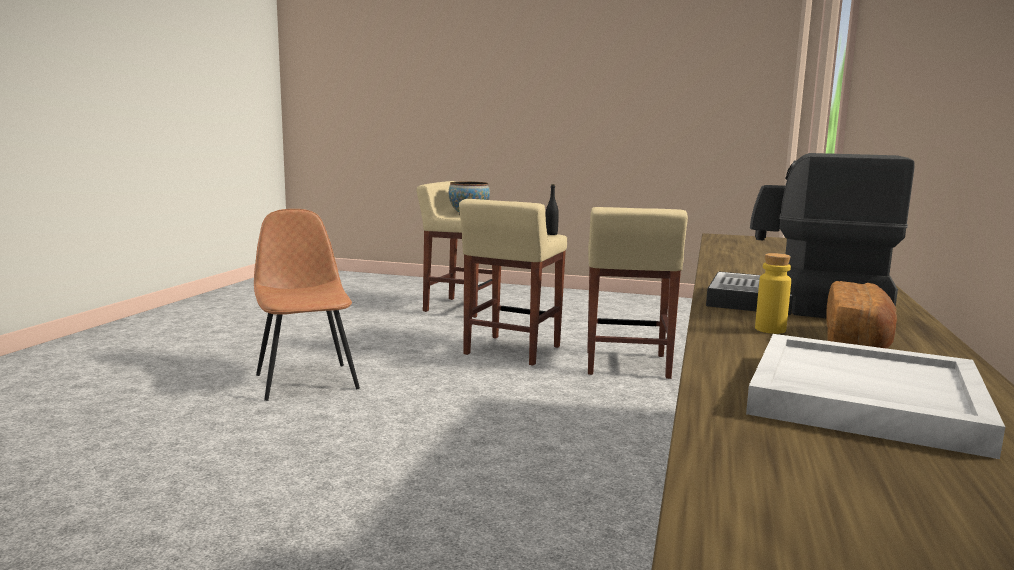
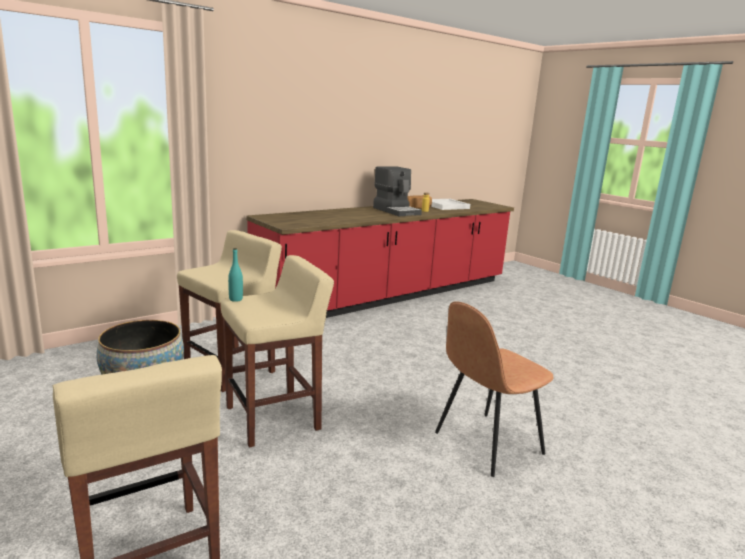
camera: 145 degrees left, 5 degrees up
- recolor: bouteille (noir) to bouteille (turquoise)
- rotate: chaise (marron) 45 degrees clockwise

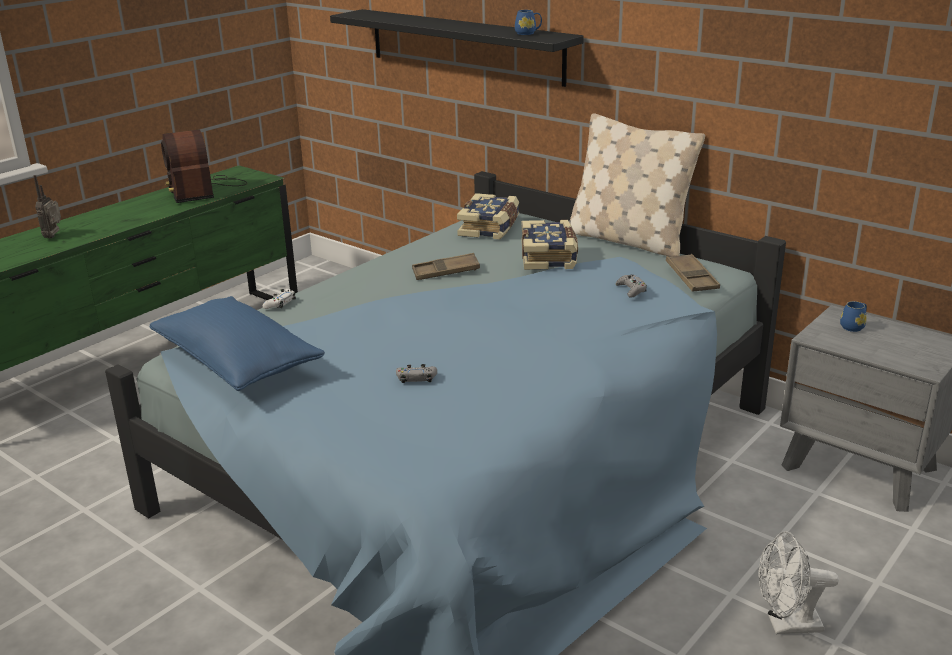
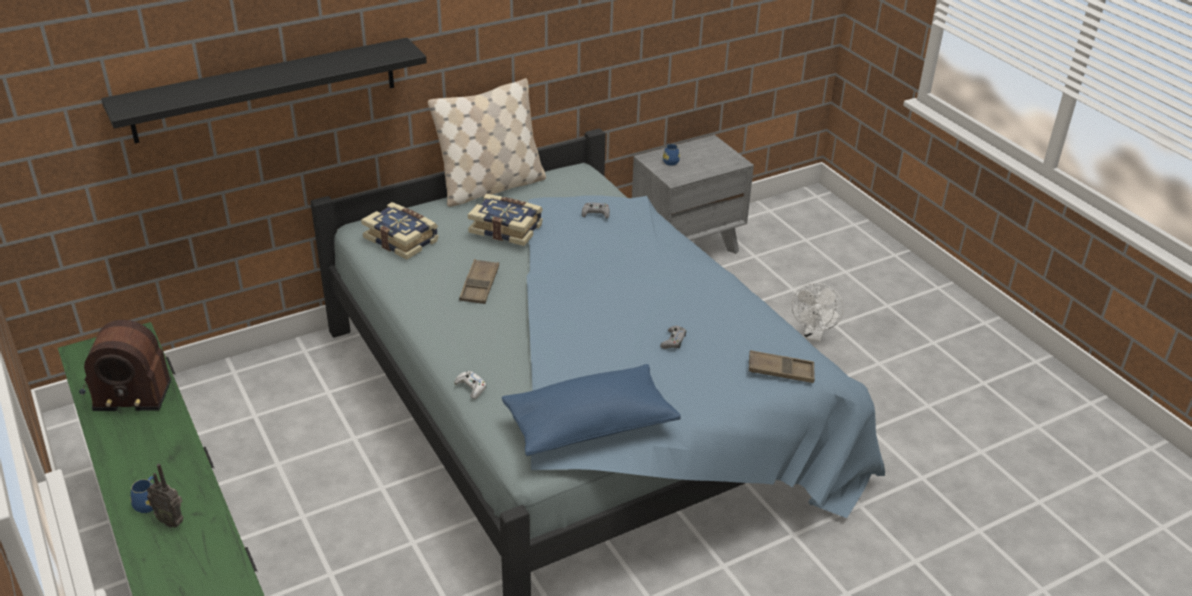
camera: 70 degrees left, 10 degrees up
- move: mug (bleu) (1st from left)
- move: plateau (marron) (2nd from left)

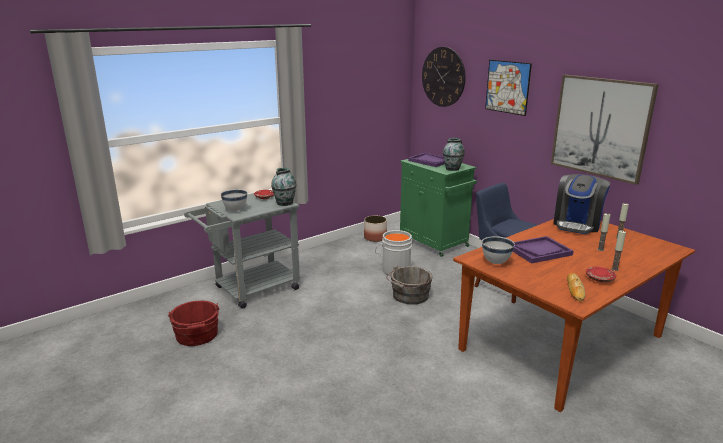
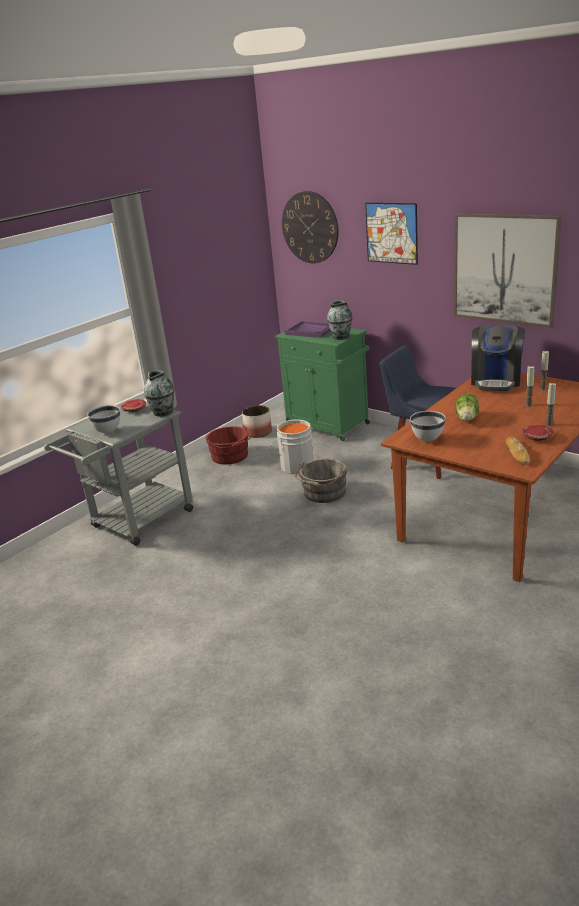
camera: 10 degrees left, 5 degrees up
- replace: plateau (violet) (2nd from left) to laitue
- move: seau (rouge)

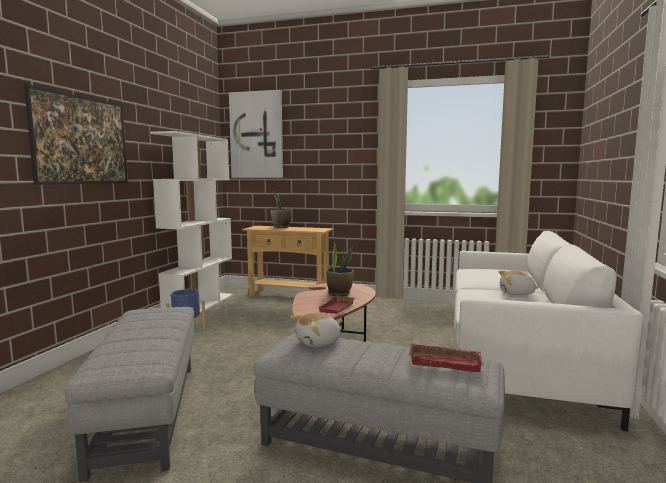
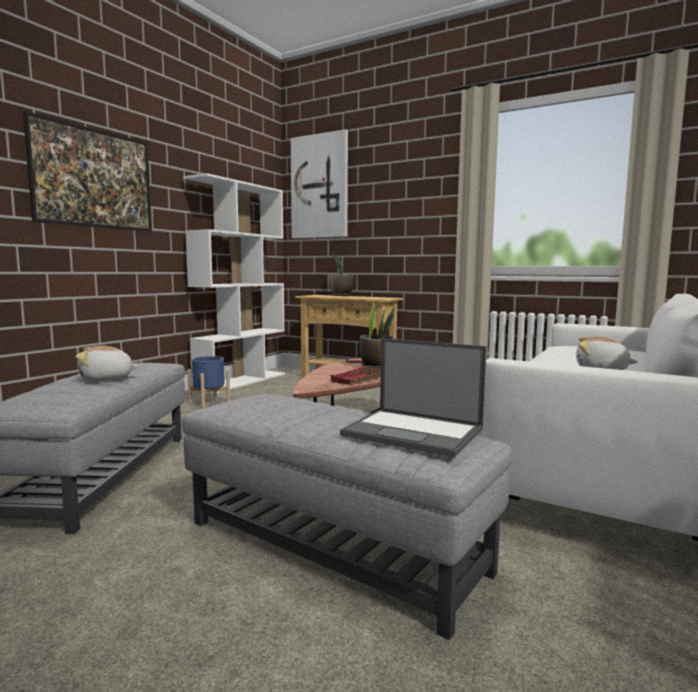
camera: 15 degrees right, 0 degrees up
- move: peluche (1st from left)
- replace: plateau (rouge) (2nd from left) to ordinateur portable

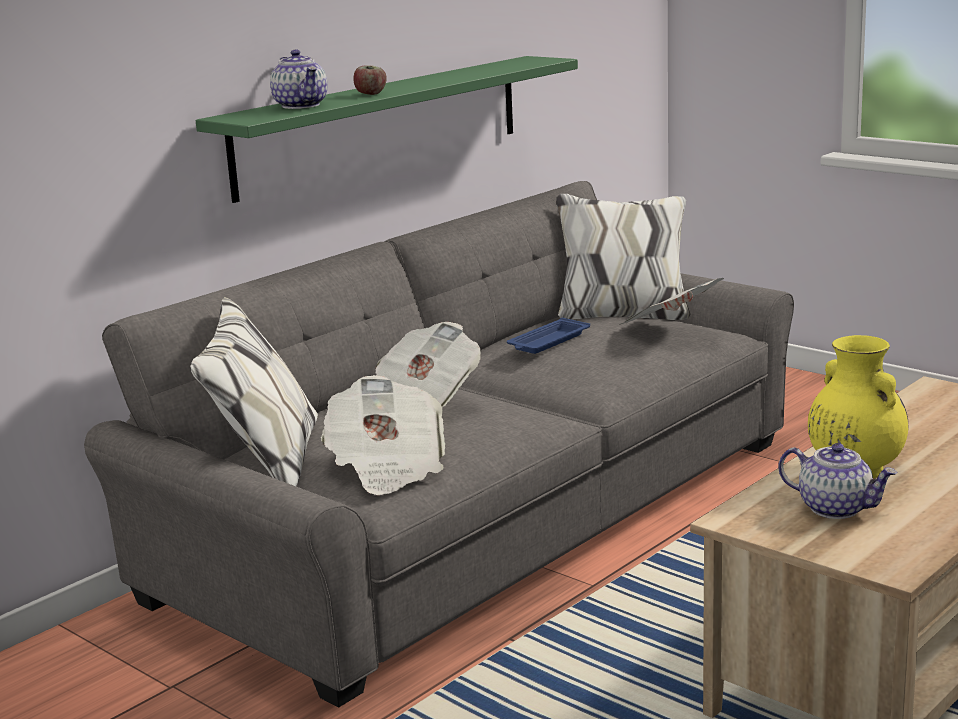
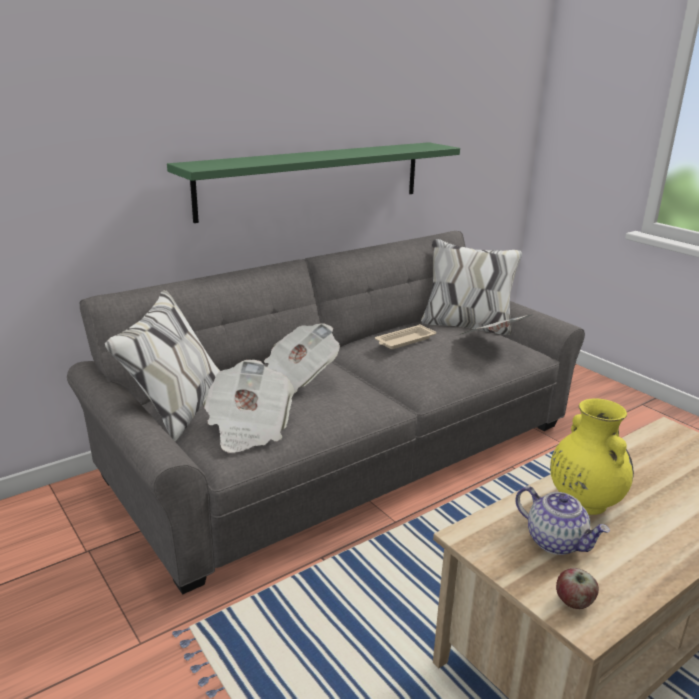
camera: 10 degrees right, 5 degrees up
- delete: théière (1st from left)
- move: pomme
- recolor: plateau (bleu) to plateau (beige)

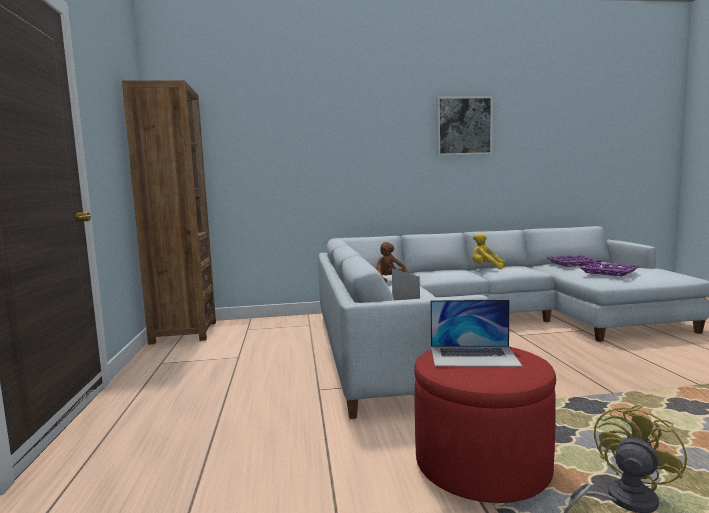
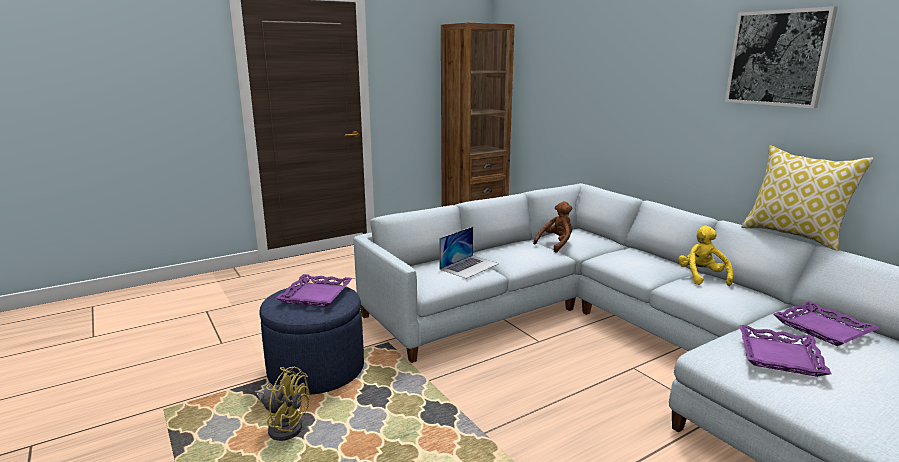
camera: 65 degrees right, 10 degrees up
- replace: ordinateur portable (2nd from left) to plateau (violet) (1st from left)
- recolor: pouf (rouge) to pouf (bleu)
- insert: coussin

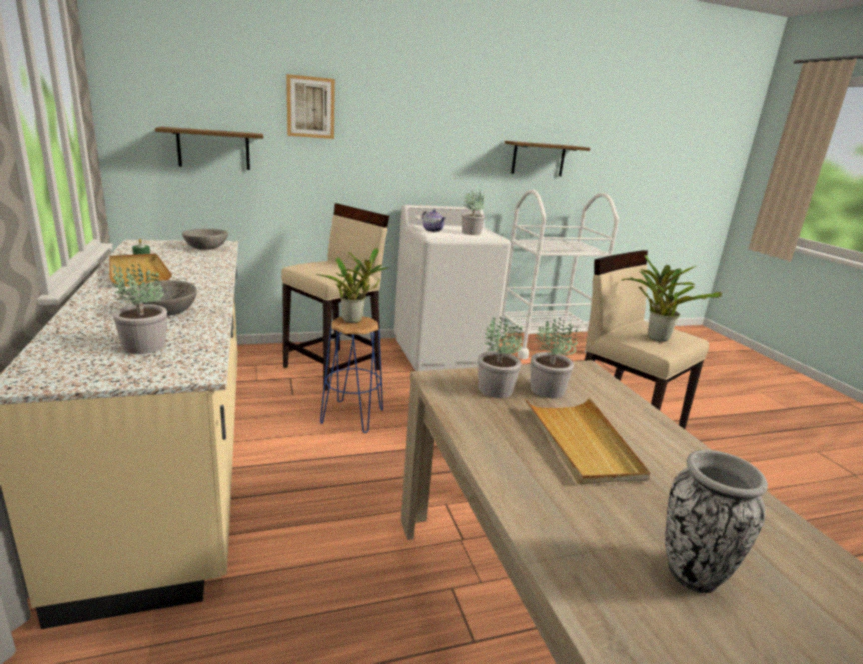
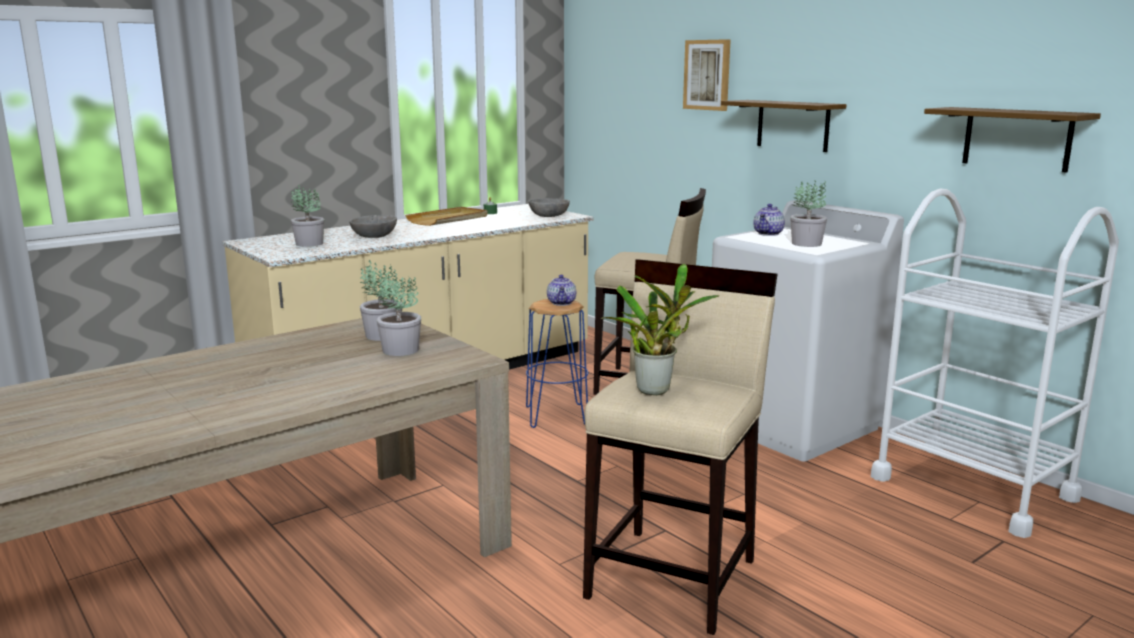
camera: 70 degrees right, 5 degrees down
- move: étagère (1st from left)
- replace: plante en pot (2nd from left) to théière (1st from left)
- delete: plateau (beige) (2nd from left)
- delete: vase

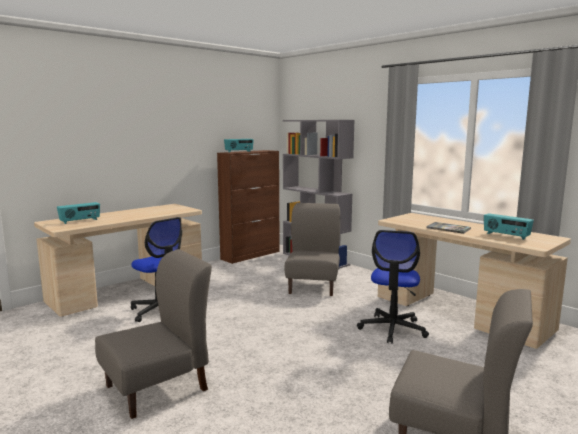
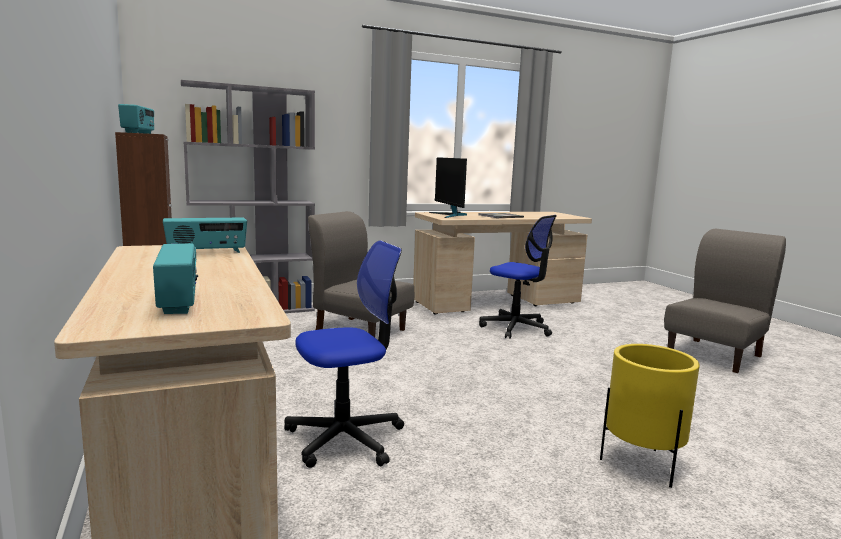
camera: 70 degrees left, 0 degrees up
- move: radio (3rd from left)
- replace: chaise (gris) (1st from left) to cache-pot (jaune)
- insert: écran d'ordinateur

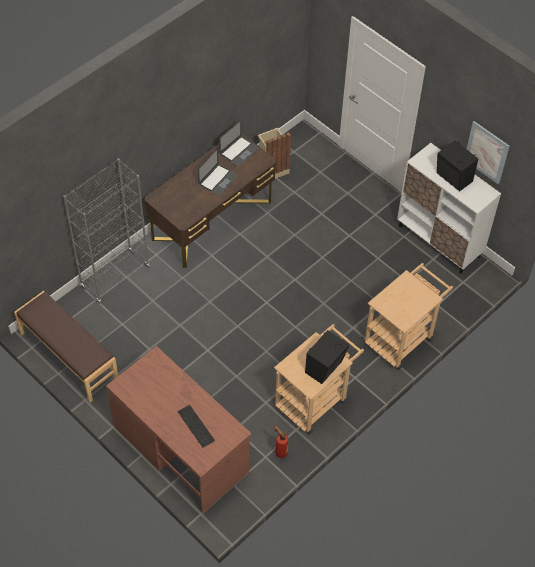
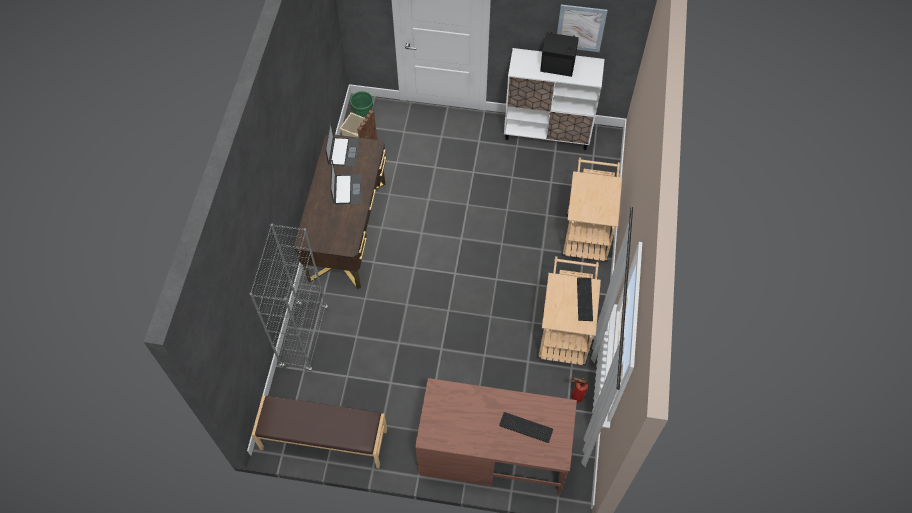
camera: 35 degrees left, 5 degrees up
- replace: enceinte (noir) (1st from left) to clavier (2nd from left)
- insert: cache-pot (vert)

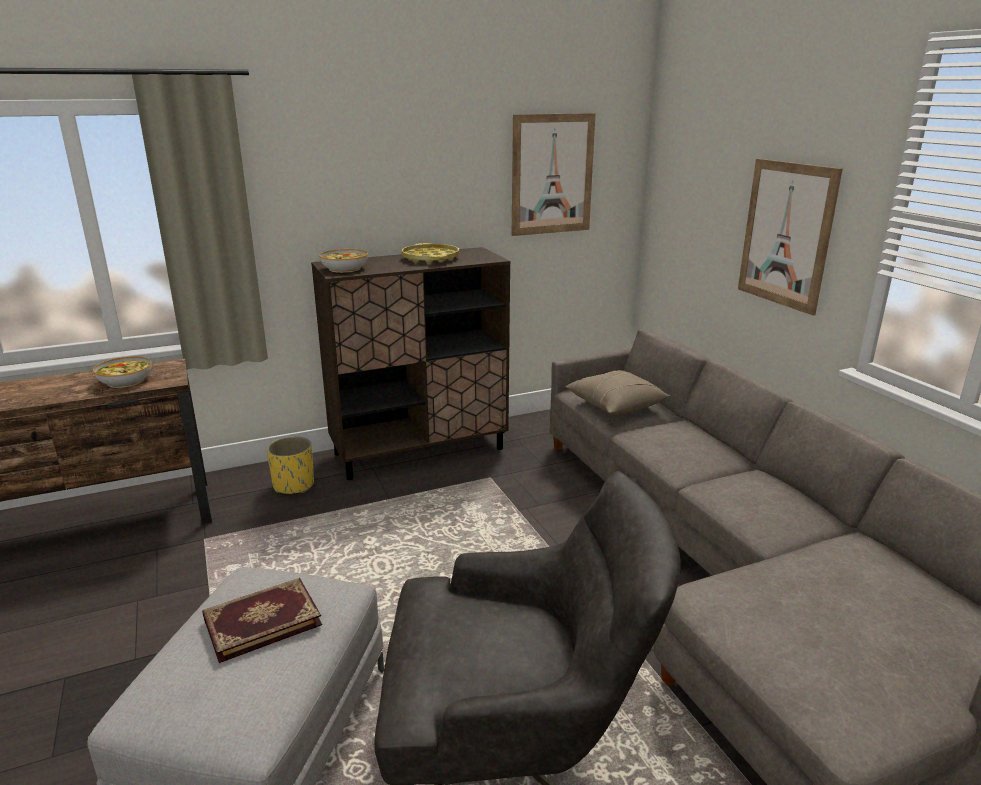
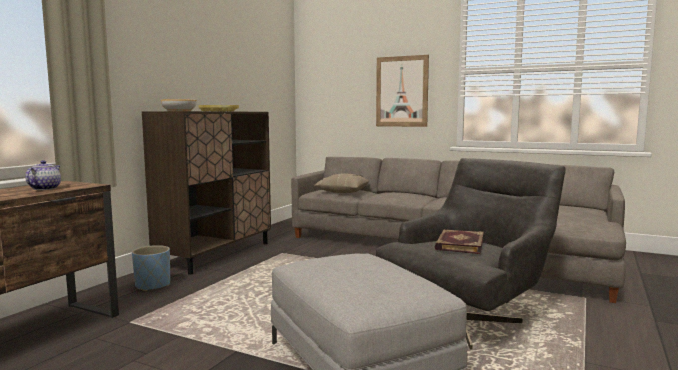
camera: 40 degrees left, 15 degrees down
- delete: tableau (1st from left)
- replace: bol (1st from left) to théière
- recolor: cache-pot (jaune) to cache-pot (bleu)
- move: livre

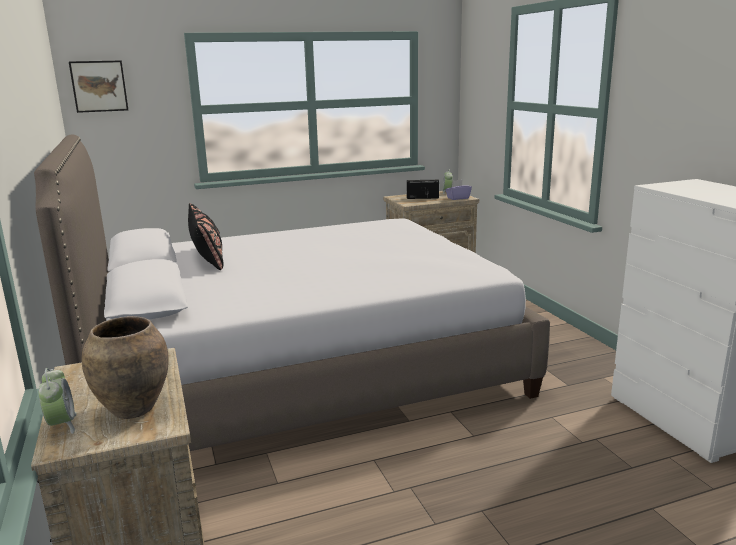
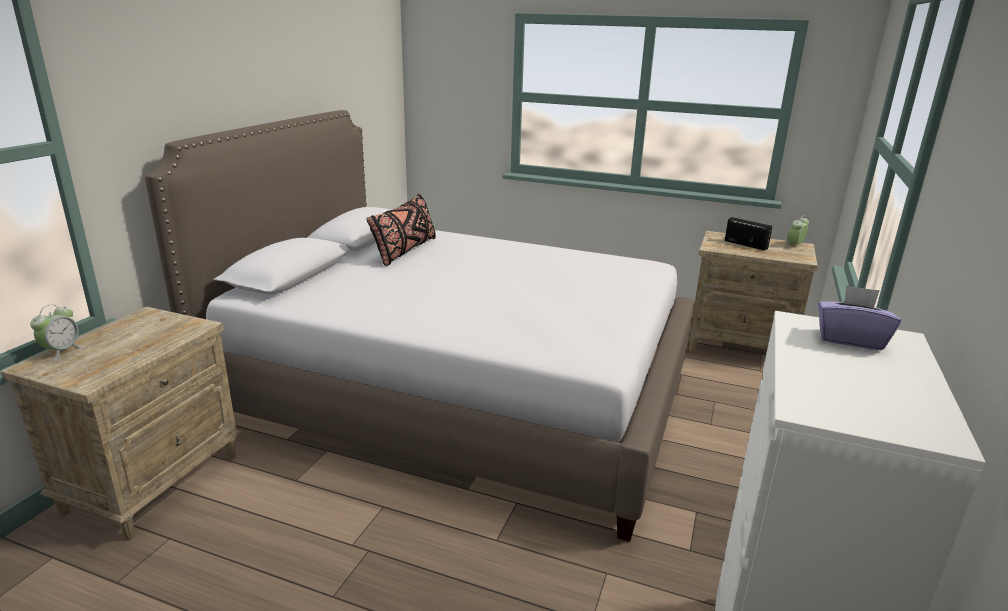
camera: 40 degrees right, 5 degrees up
- delete: tableau
- move: boîte à mouchoirs (violet)
- delete: vase (marron)

